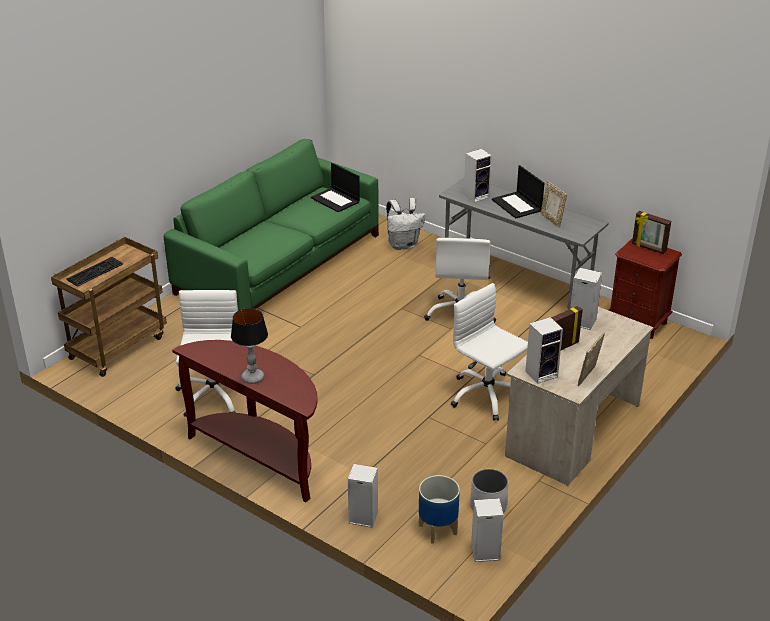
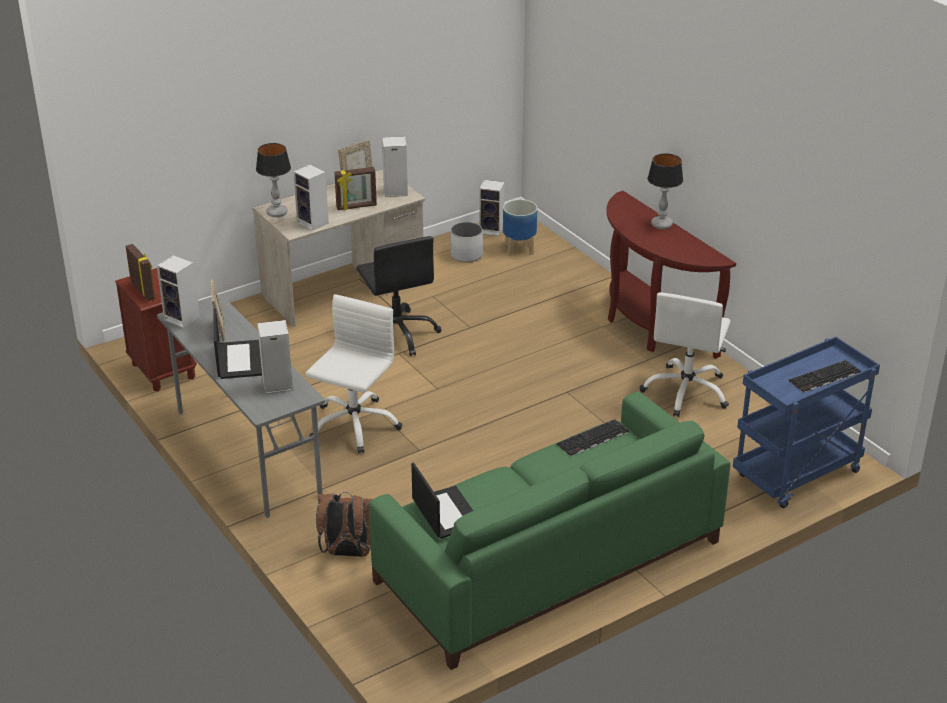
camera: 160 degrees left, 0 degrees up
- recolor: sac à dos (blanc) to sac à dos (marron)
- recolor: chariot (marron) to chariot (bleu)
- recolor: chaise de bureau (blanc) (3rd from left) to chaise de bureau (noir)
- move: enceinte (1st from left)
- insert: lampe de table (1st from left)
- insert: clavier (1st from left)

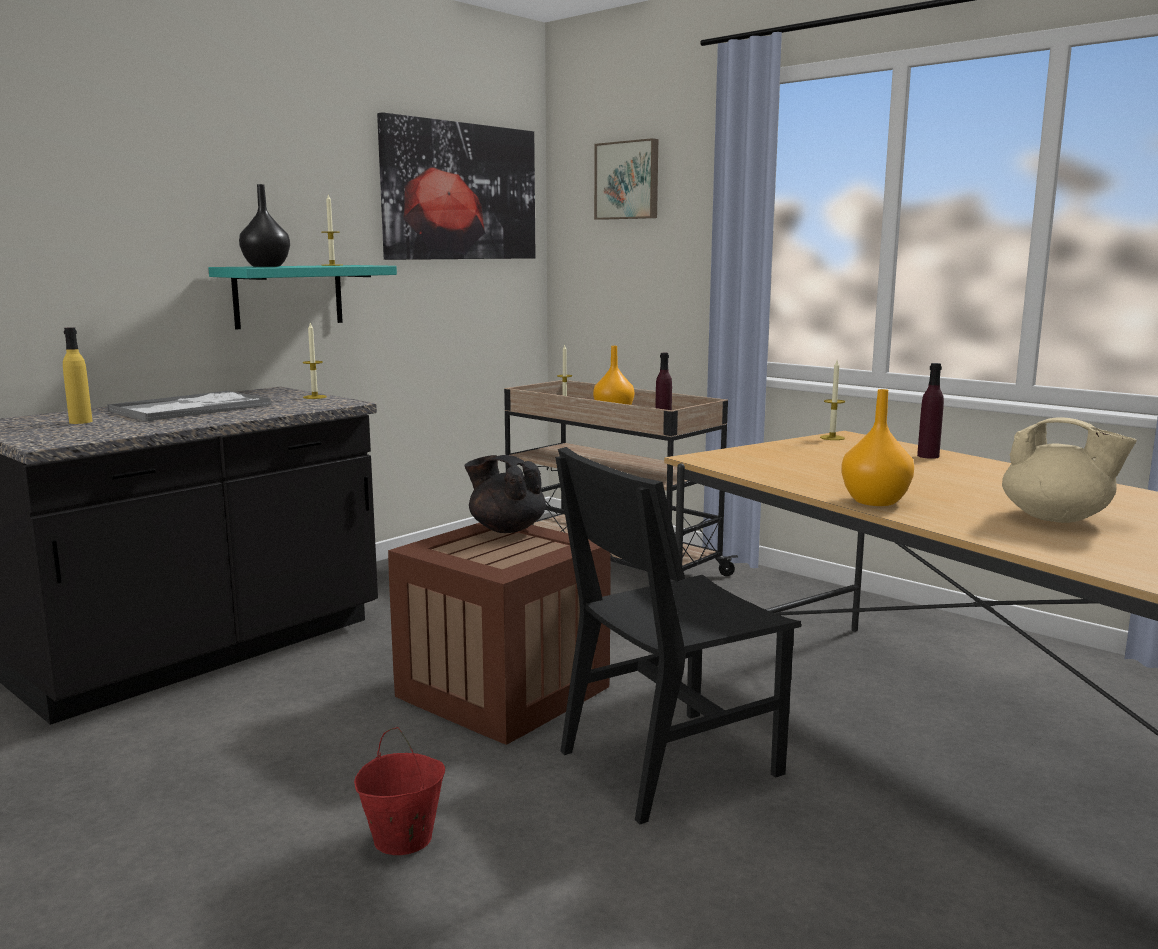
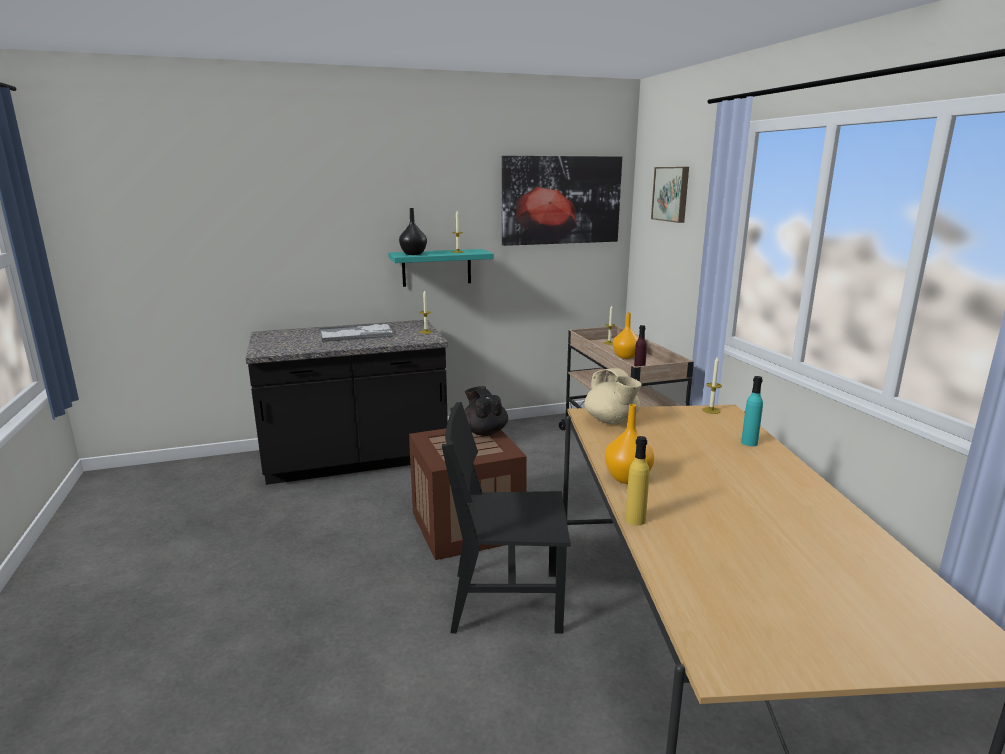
camera: 30 degrees right, 5 degrees up
- move: bouteille (jaune)
- recolor: bouteille (violet) (2nd from left) to bouteille (turquoise)
- move: théière (beige)
- delete: seau (rouge)

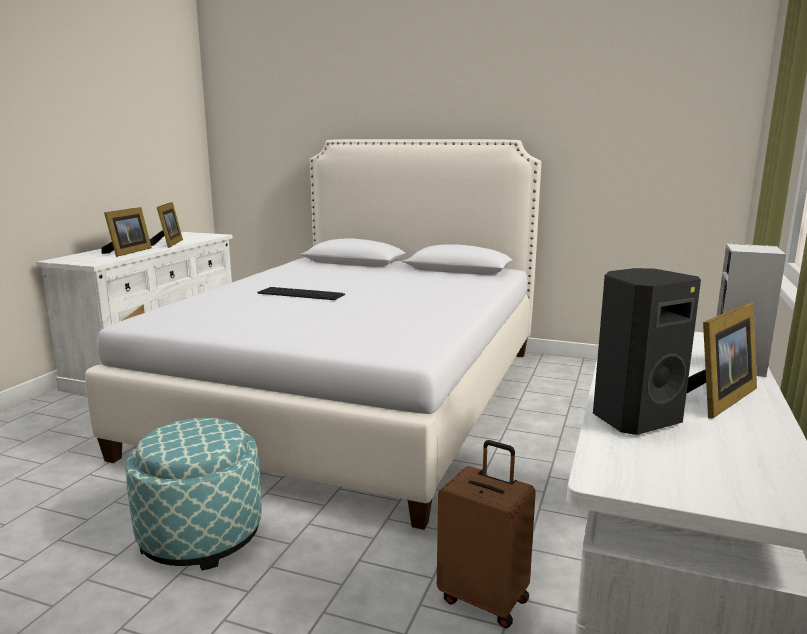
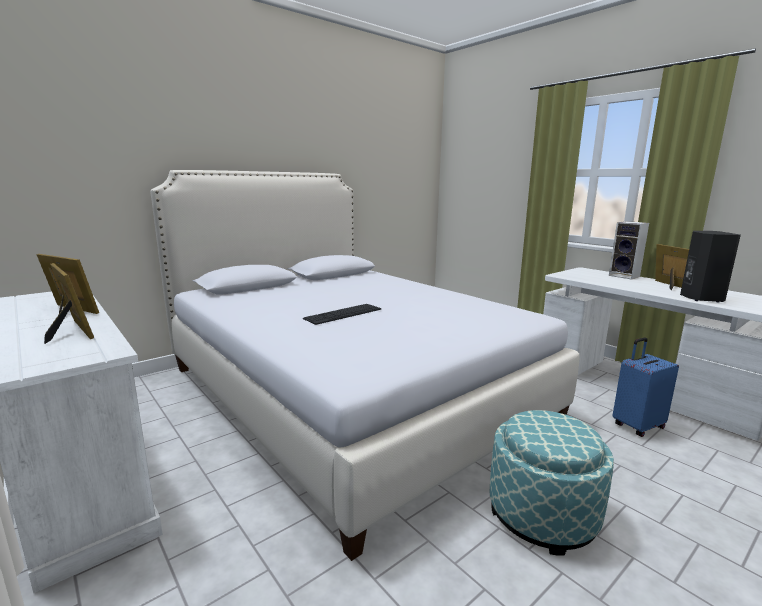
camera: 60 degrees left, 0 degrees up
- recolor: valise (marron) to valise (bleu)

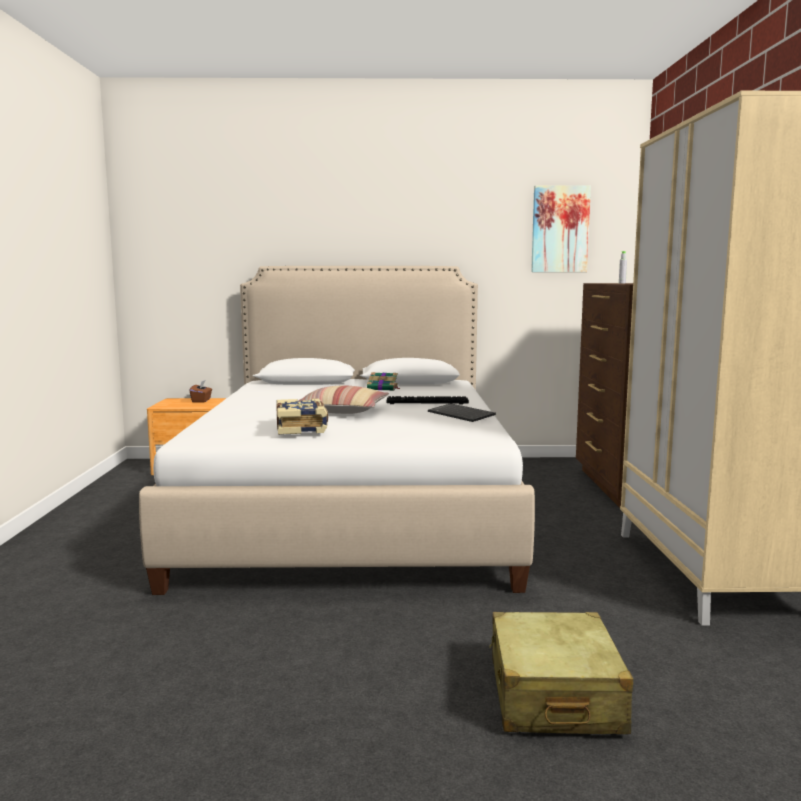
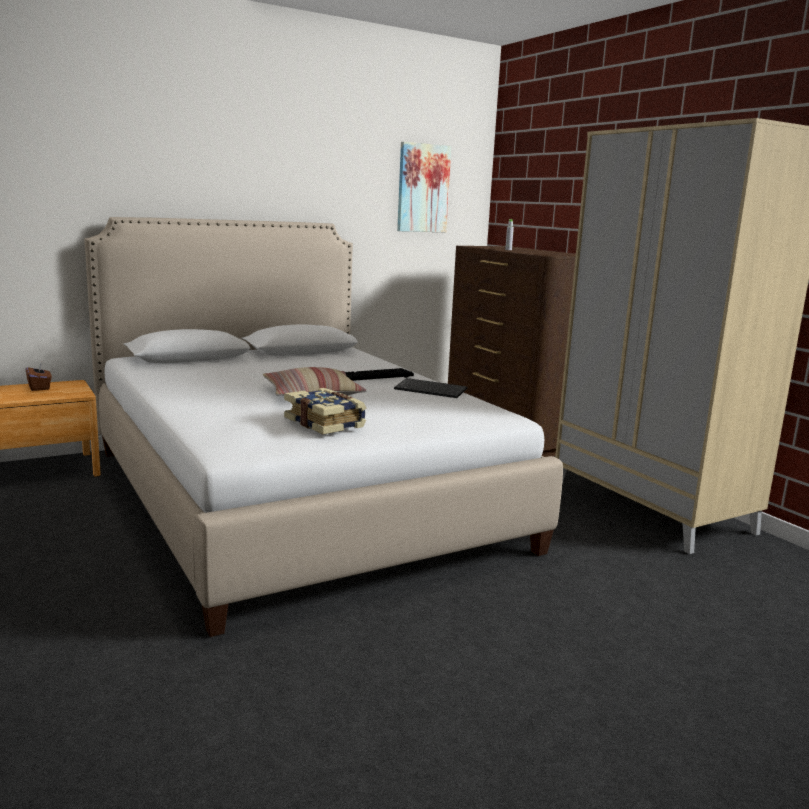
camera: 30 degrees left, 5 degrees up
- delete: livre (2nd from left)
- delete: valise (beige)

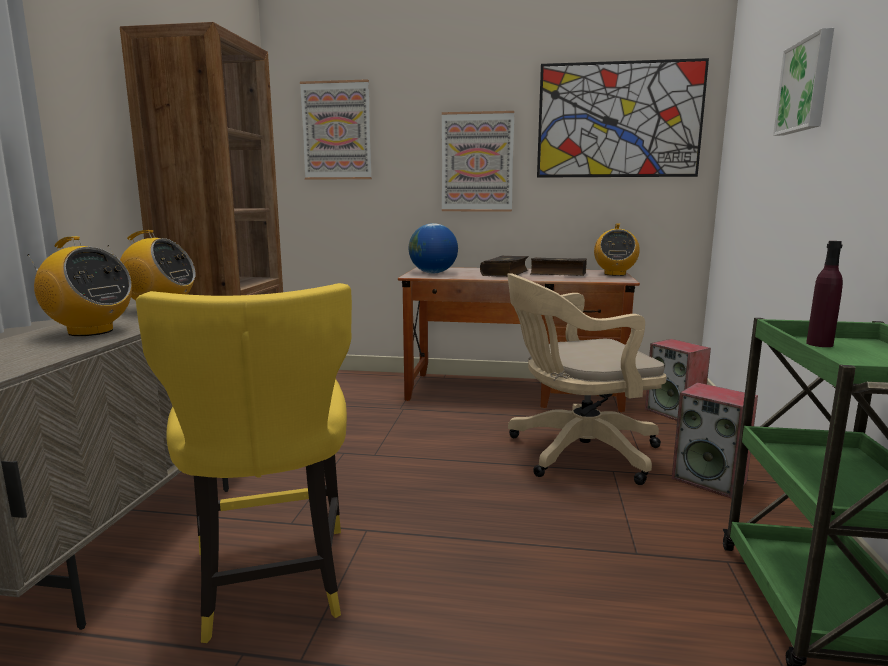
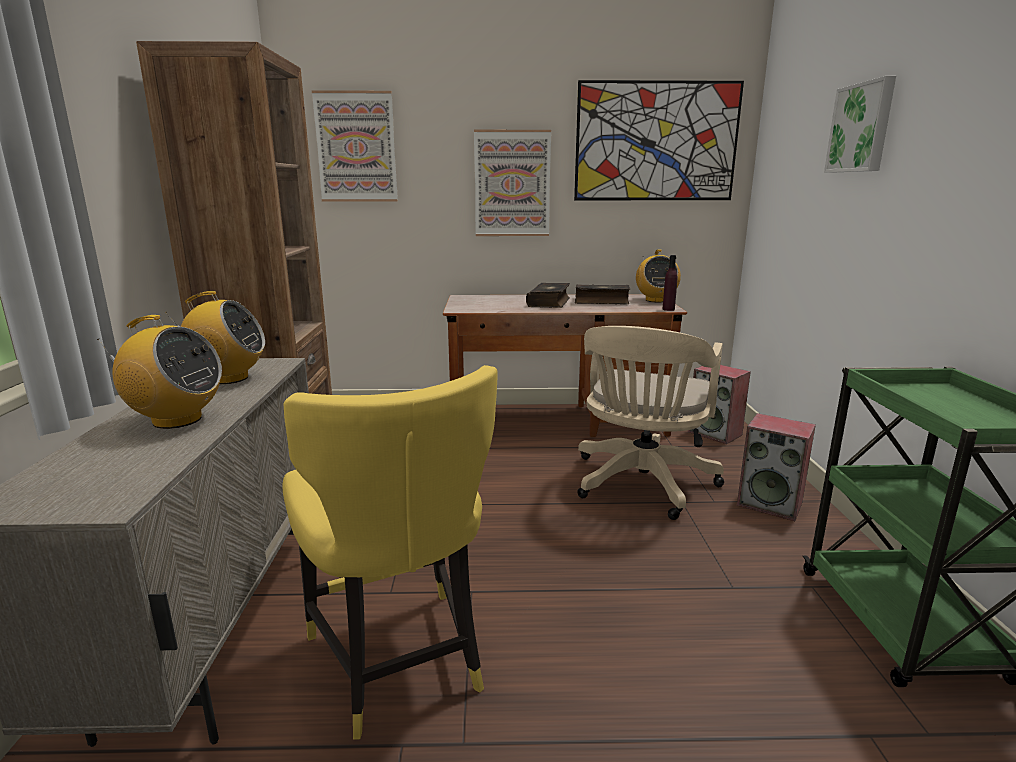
camera: 10 degrees left, 5 degrees up
- delete: globe
- move: bouteille (violet)
- rotate: chaise de bureau (beige) 45 degrees counterclockwise

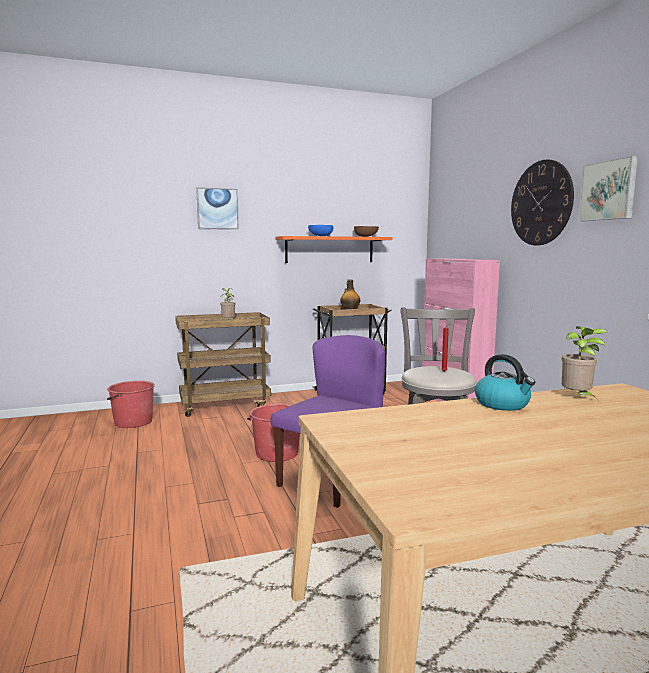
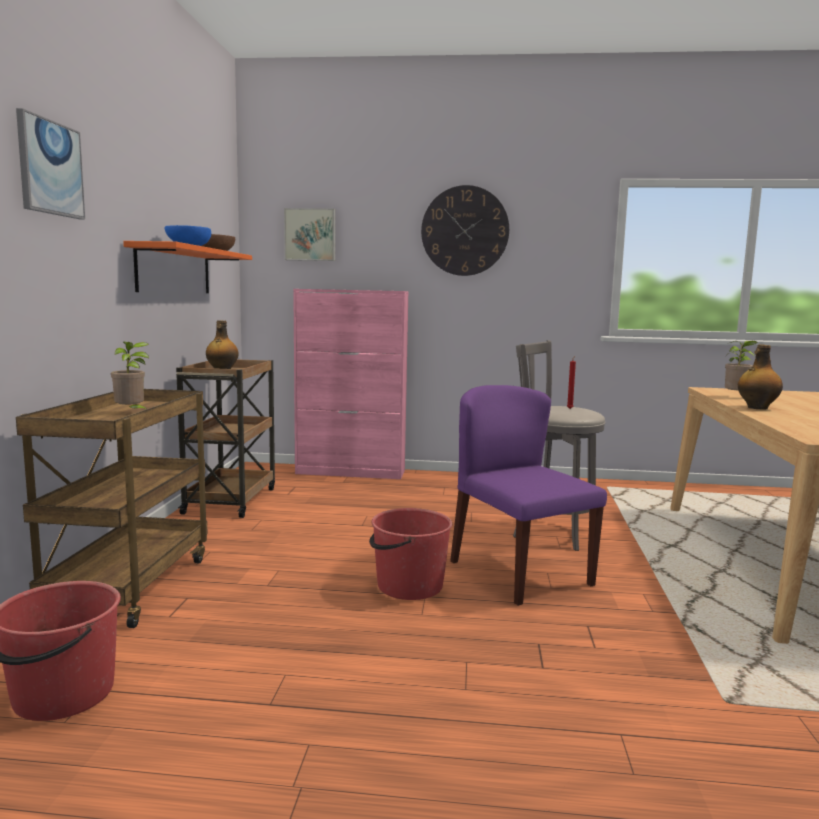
camera: 65 degrees left, 0 degrees up
- move: tableau (2nd from left)
- replace: bouilloire to bouteille (2nd from left)

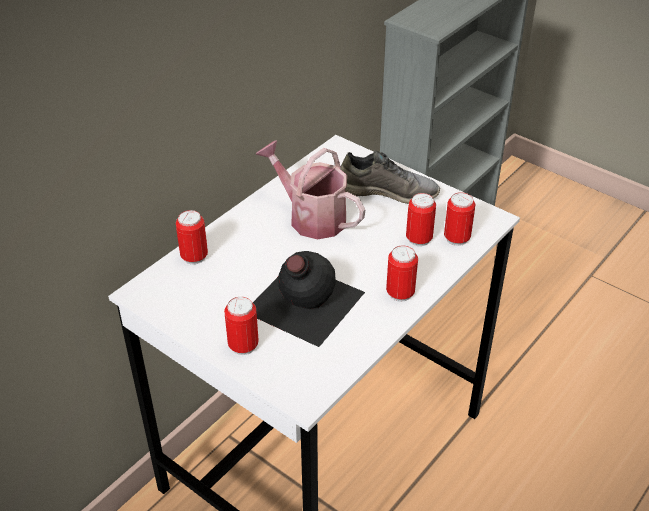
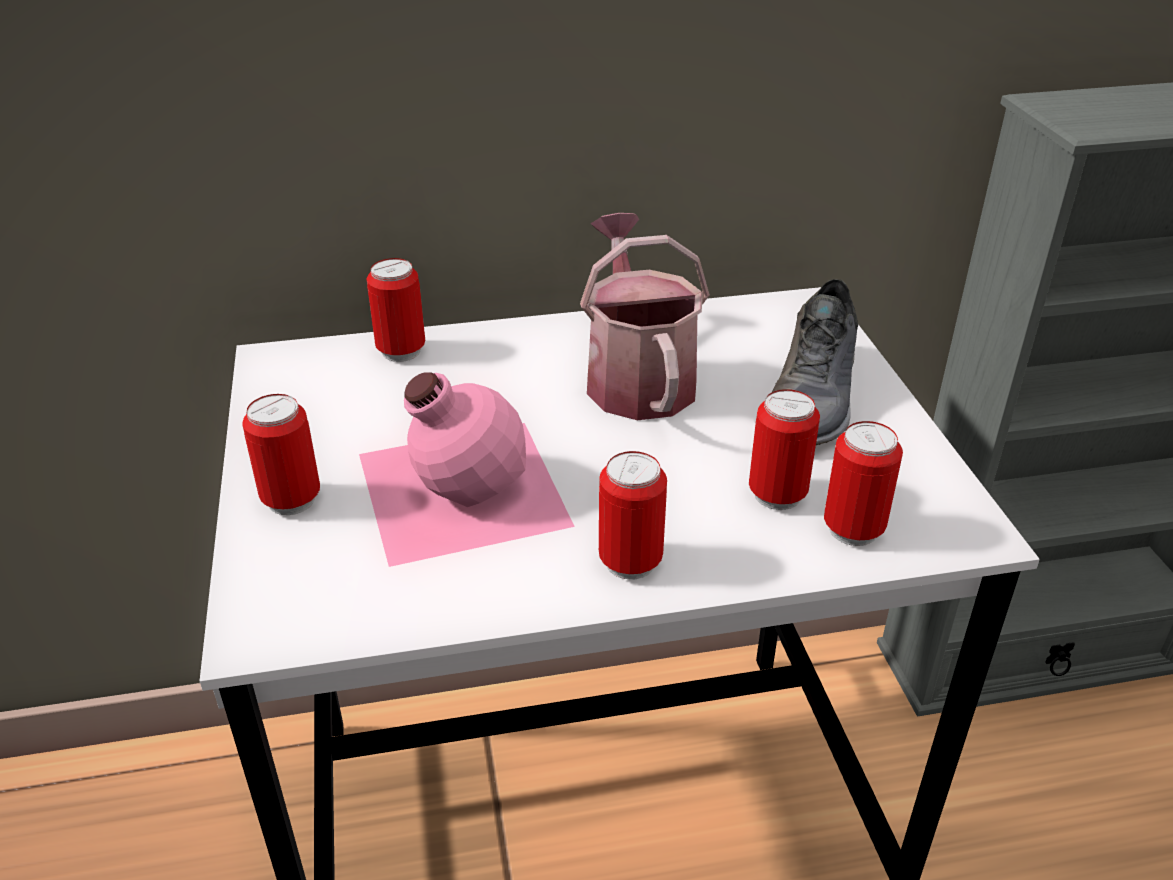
camera: 40 degrees right, 5 degrees down
- rotate: chaussure (gris) 60 degrees clockwise
- recolor: bouteille (noir) to bouteille (rose)

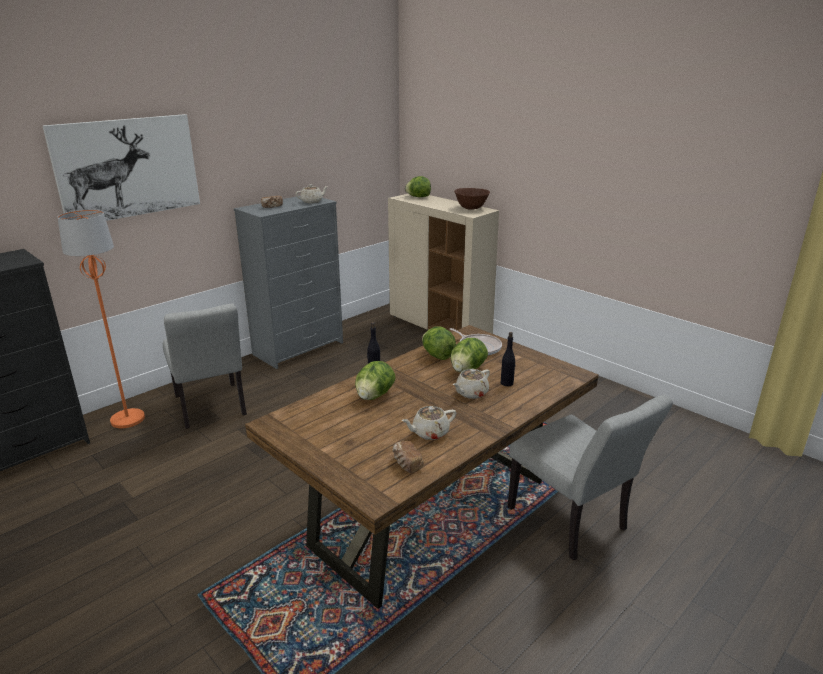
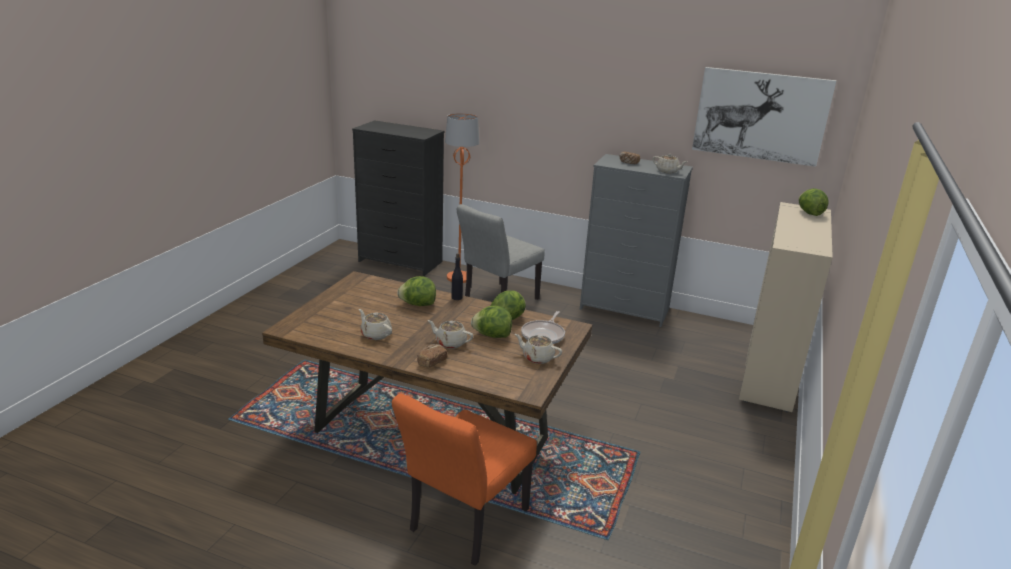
camera: 65 degrees right, 0 degrees up
- move: tableau
- delete: bol (marron)
- delete: bouteille (noir) (2nd from left)
- recolor: chaise (gris) (2nd from left) to chaise (orange)
- move: pain (2nd from left in the first image) to pain (1st from left)
- insert: théière (beige) (3rd from left)

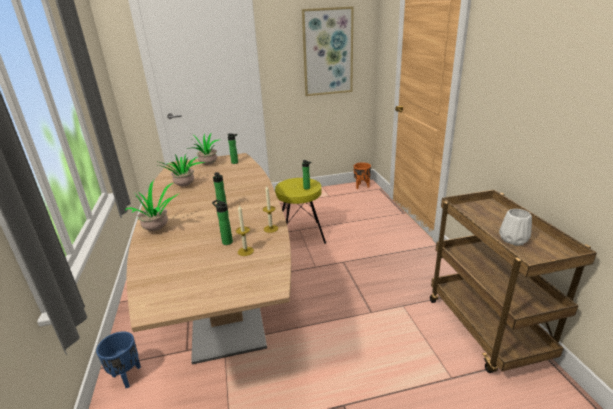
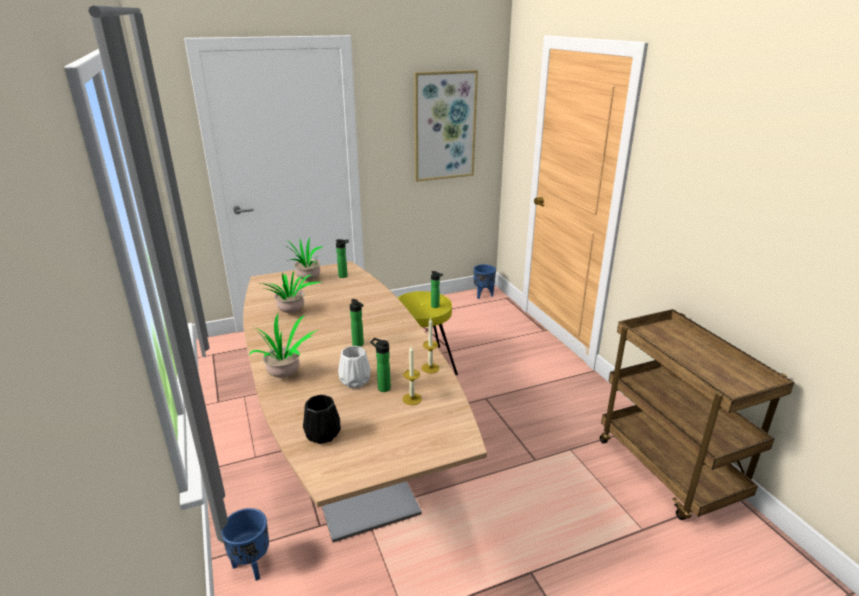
camera: 10 degrees left, 0 degrees up
- recolor: cache-pot (orange) to cache-pot (bleu) (2nd from left)
- move: vase (blanc)
- insert: vase (noir)

